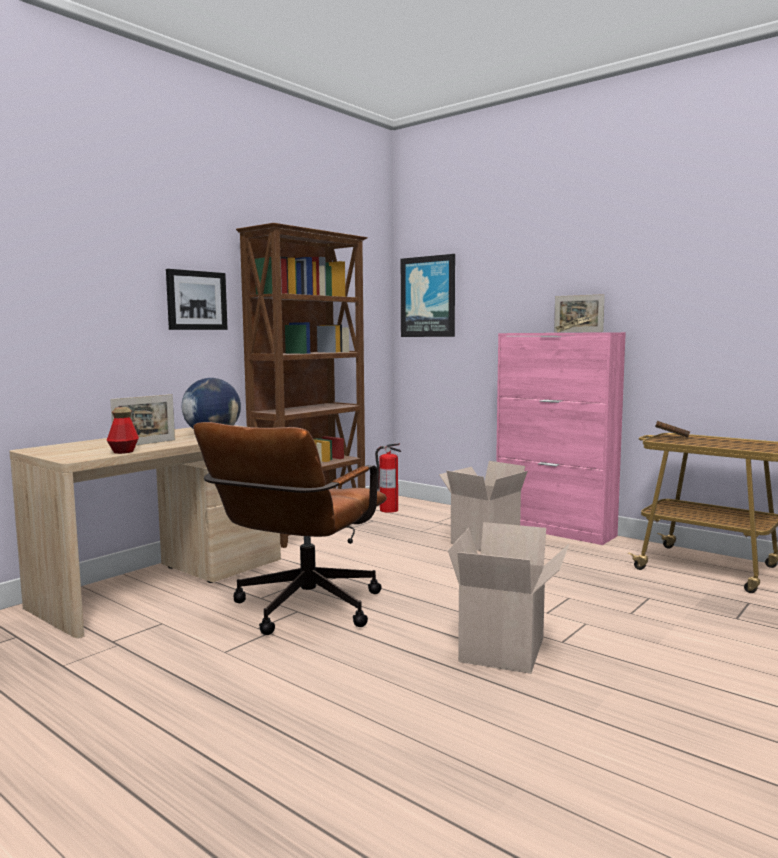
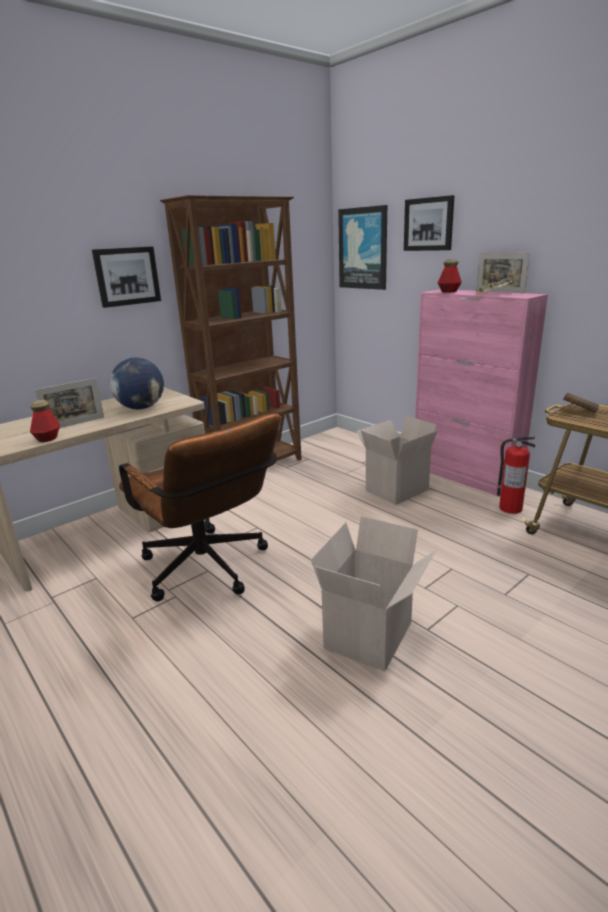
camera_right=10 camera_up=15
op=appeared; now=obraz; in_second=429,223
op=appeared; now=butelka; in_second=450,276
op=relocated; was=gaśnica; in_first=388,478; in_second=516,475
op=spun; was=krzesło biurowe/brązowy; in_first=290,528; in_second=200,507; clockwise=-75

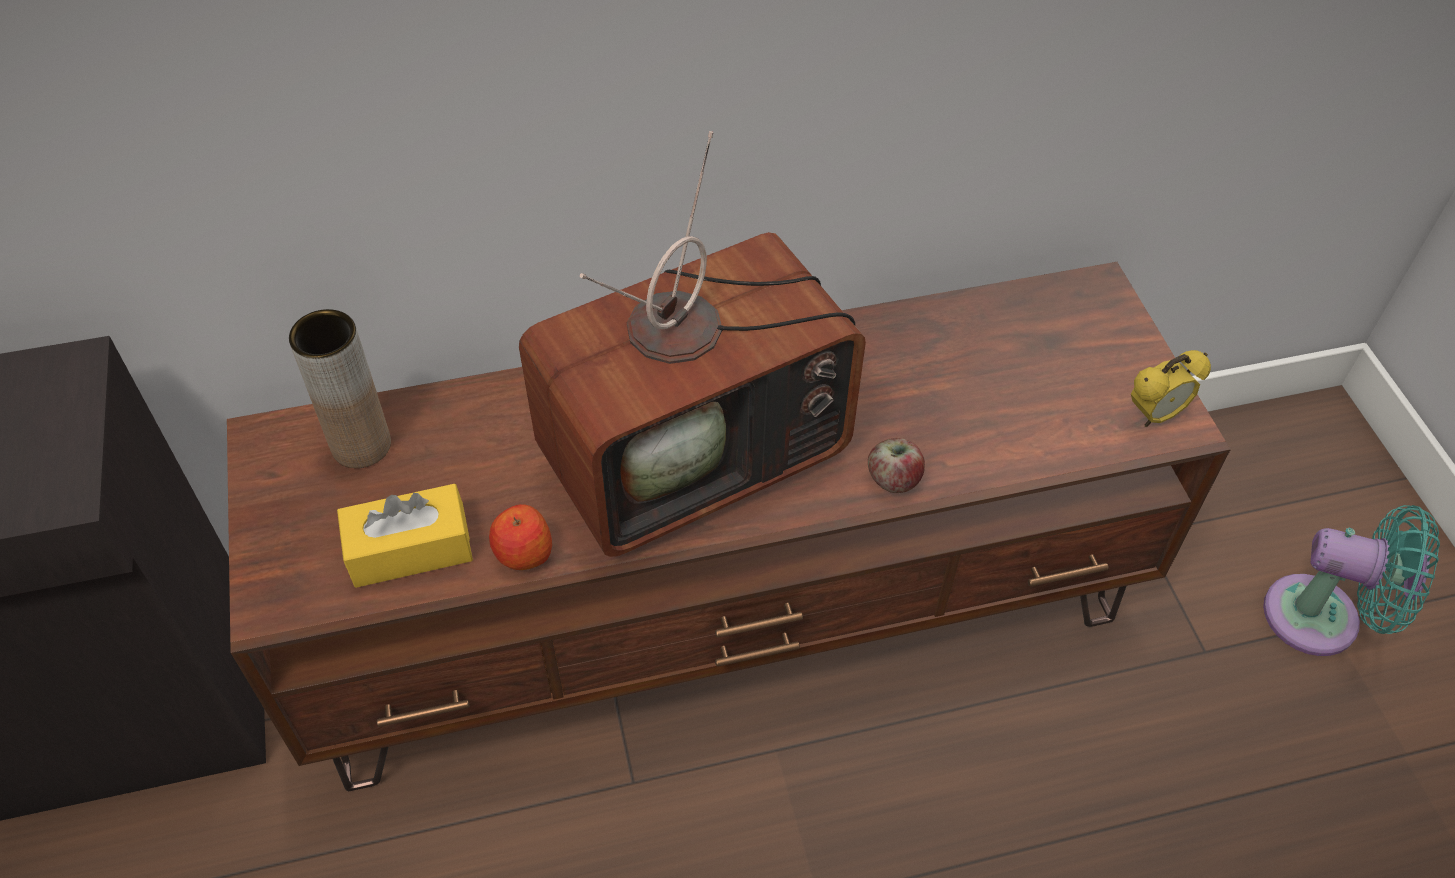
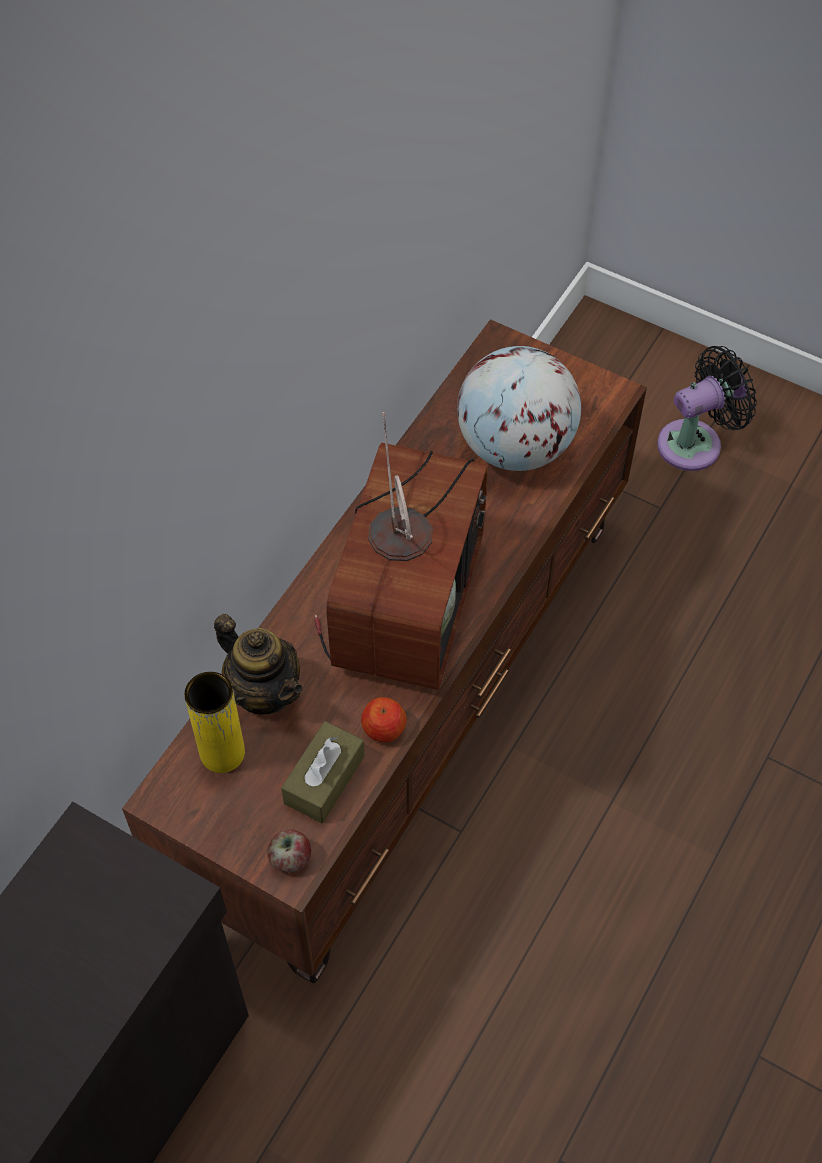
camera_right=-45 camera_up=5
op=missing; was=budzik; in_first=1171,388
op=appeared; now=imbryk; in_second=258,664
op=appeared; now=globus; in_second=519,408
op=relocated; was=jabłko; in_first=896,465; in_second=289,850
op=colour; was=wazon/brązowy; now=wazon/żółty; in_first=340,388; in_second=214,722
op=colour; was=pudełko chusteczek/żółty; now=pudełko chusteczek/brązowy; in_first=405,536; in_second=322,772
op=colour; was=wentylator/turkusowy; now=wentylator/czarny; in_first=1351,580; in_second=707,408

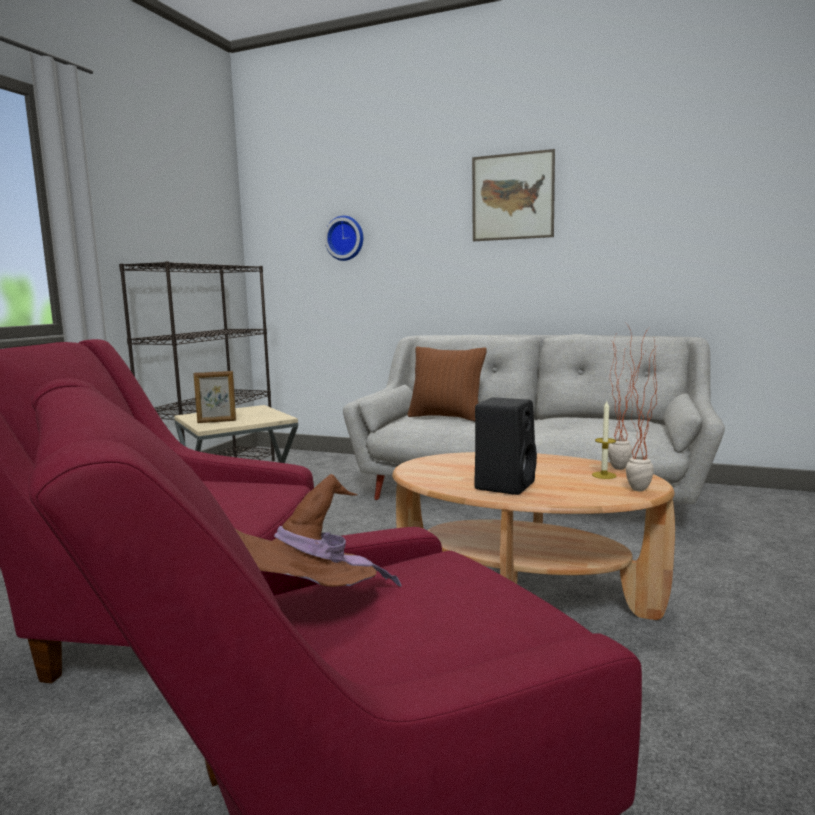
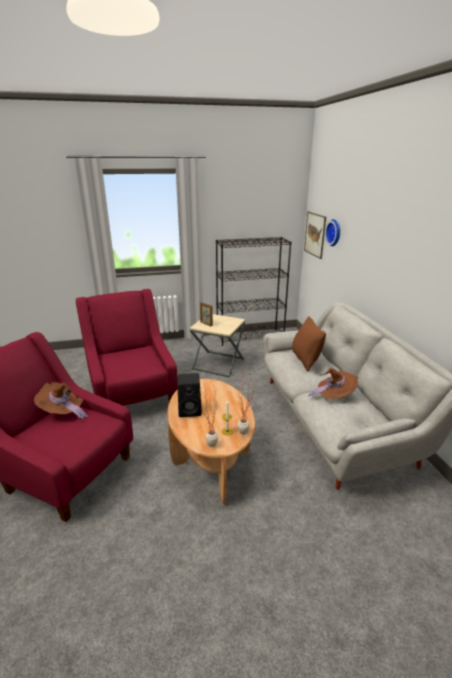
camera_right=55 camera_up=15
op=appeared; now=kapelusz/brązowy; in_second=333,384
op=relocated; was=obraz; in_first=513,195; in_second=315,235

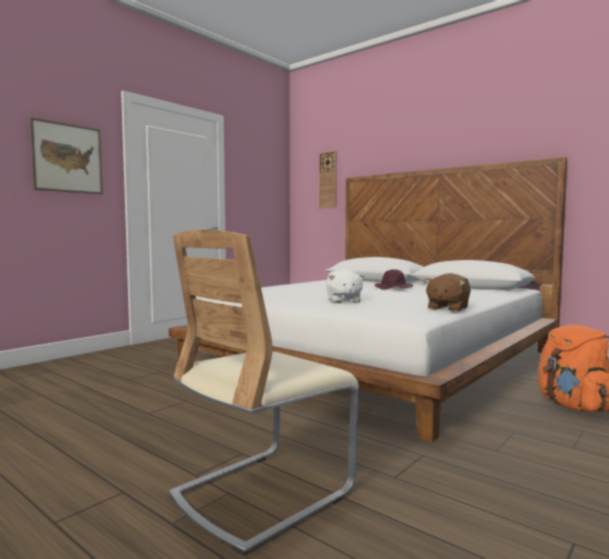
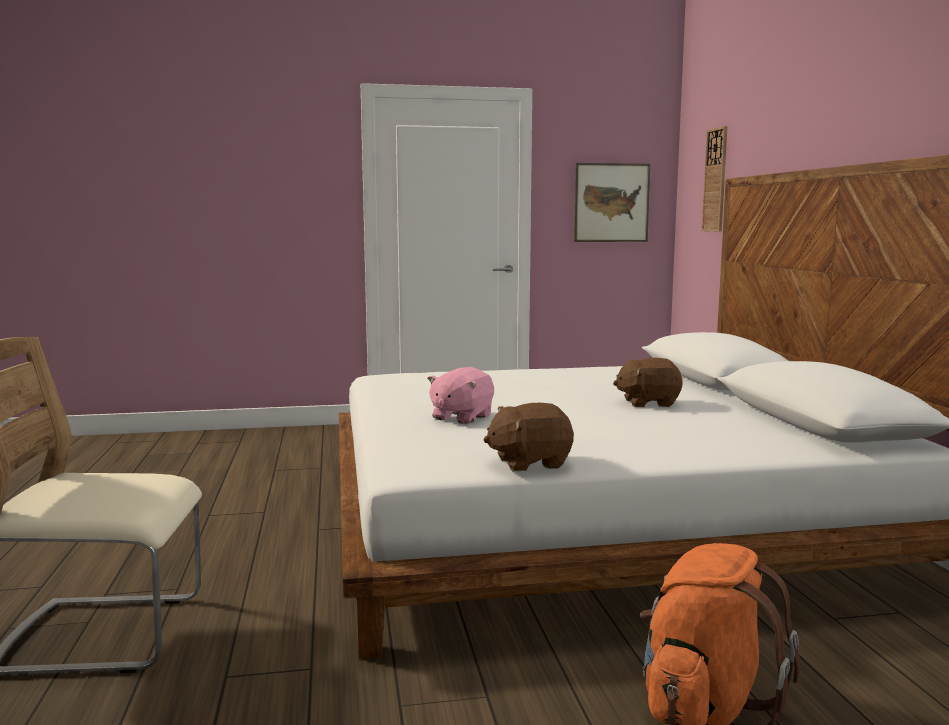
camera_right=40 camera_up=5
op=relocated; was=obraz; in_first=66,155; in_second=612,202
op=exchanged; was=kapelusz/fioletowy; now=pluszak/brązowy; in_first=393,280; in_second=648,382
op=colour; was=pluszak/biały; now=pluszak/różowy; in_first=345,286; in_second=460,395

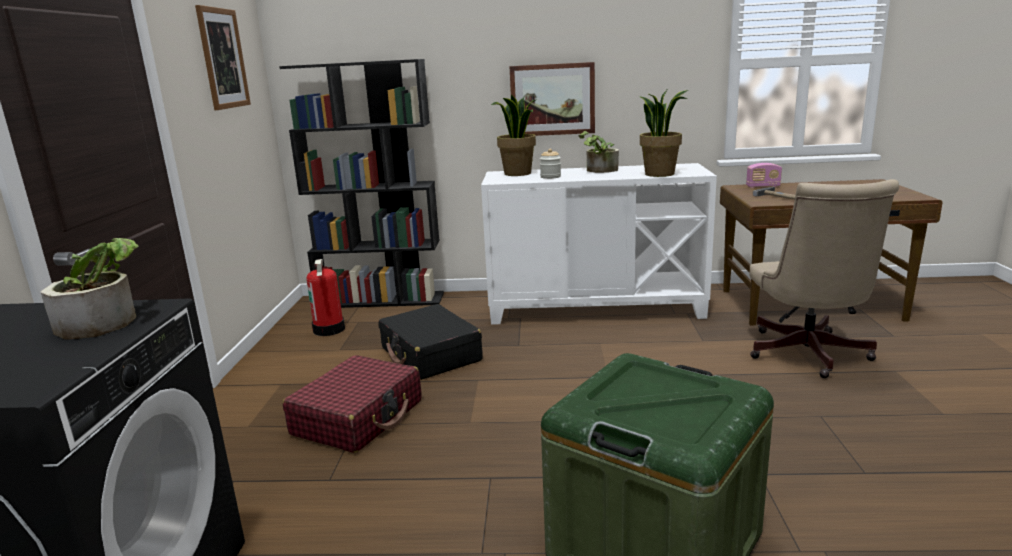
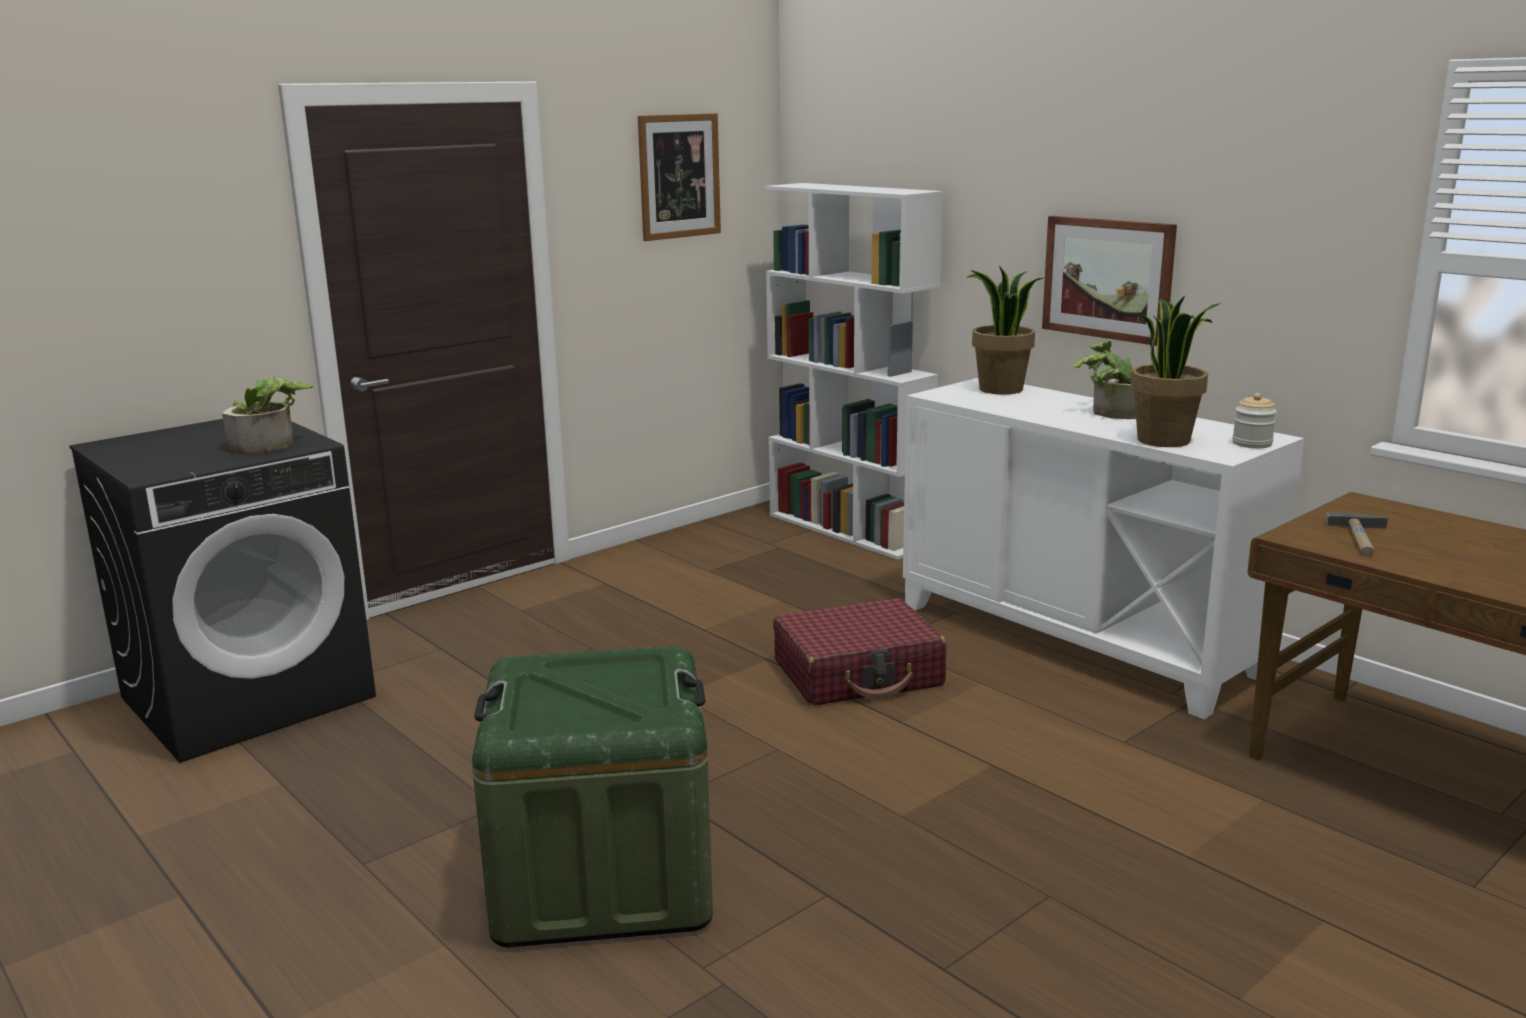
camera_right=45 camera_up=0
op=missing; was=gaśnica; in_first=325,297
op=missing; was=walizka/czarny; in_first=431,342
op=missing; was=radio; in_first=764,175
op=missing; was=krzesło biurowe/beżowy; in_first=824,278
op=relocated; was=walizka/czerwony; in_first=352,404; in_second=859,652
op=relocated; was=słoik; in_first=550,164; in_second=1254,420
op=colour; was=regał/czarny; now=regał/biały; in_first=361,183; in_second=854,371

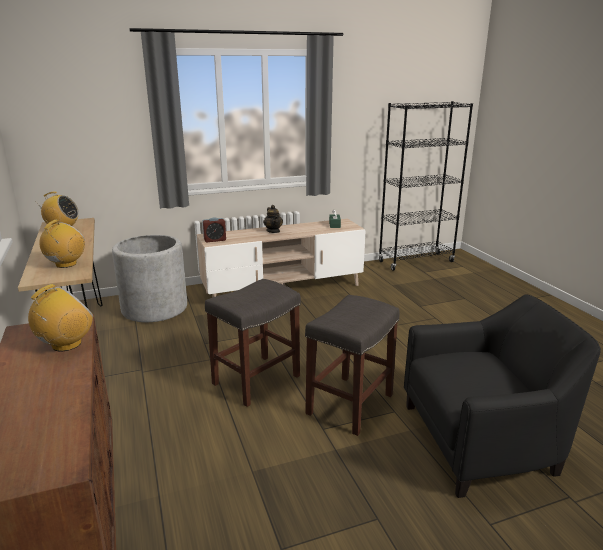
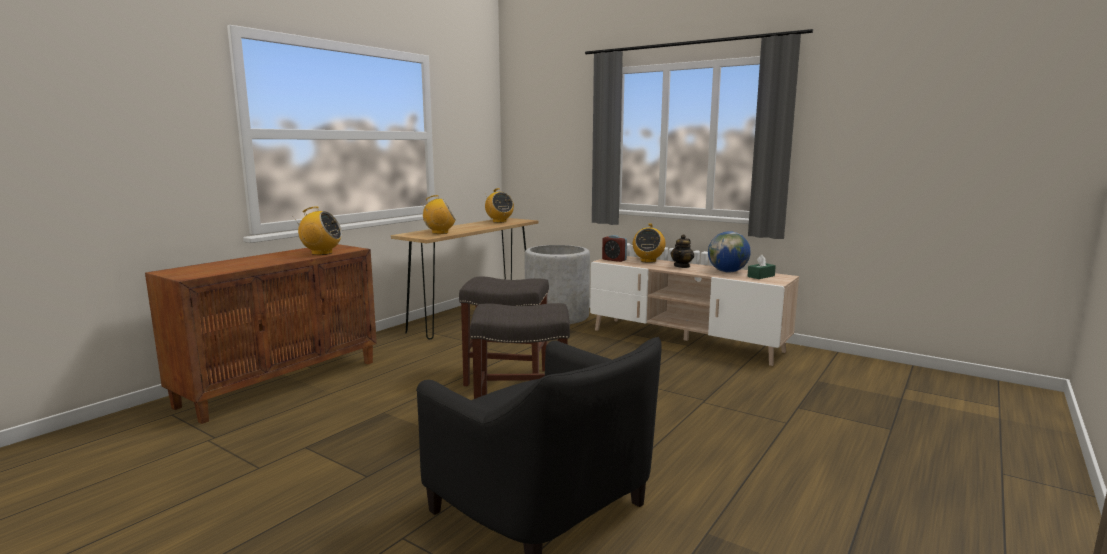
camera_right=55 camera_up=-10
op=missing; was=regał/czarny; in_first=425,186
op=appeared; now=radio; in_second=649,243
op=appeared; now=globus; in_second=729,252

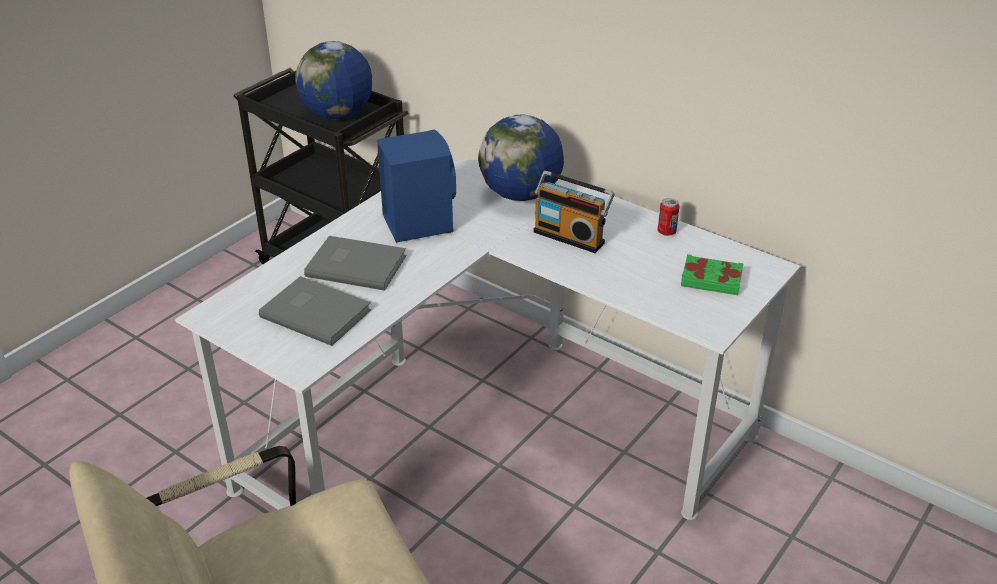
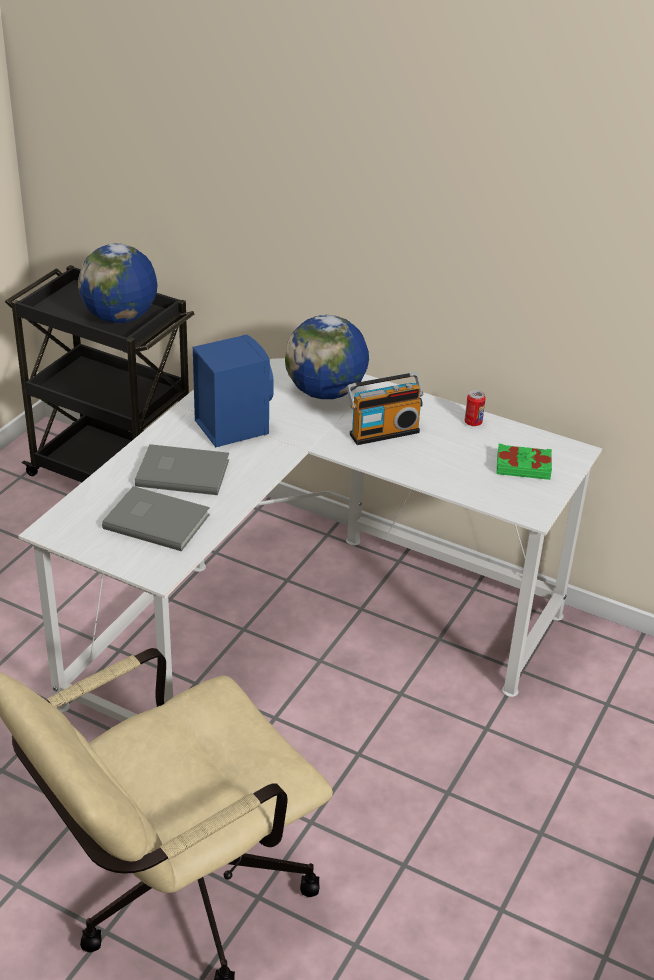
camera_right=-10 camera_up=0
op=spun; was=radio; in_first=573,212; in_second=384,408; clockwise=-45

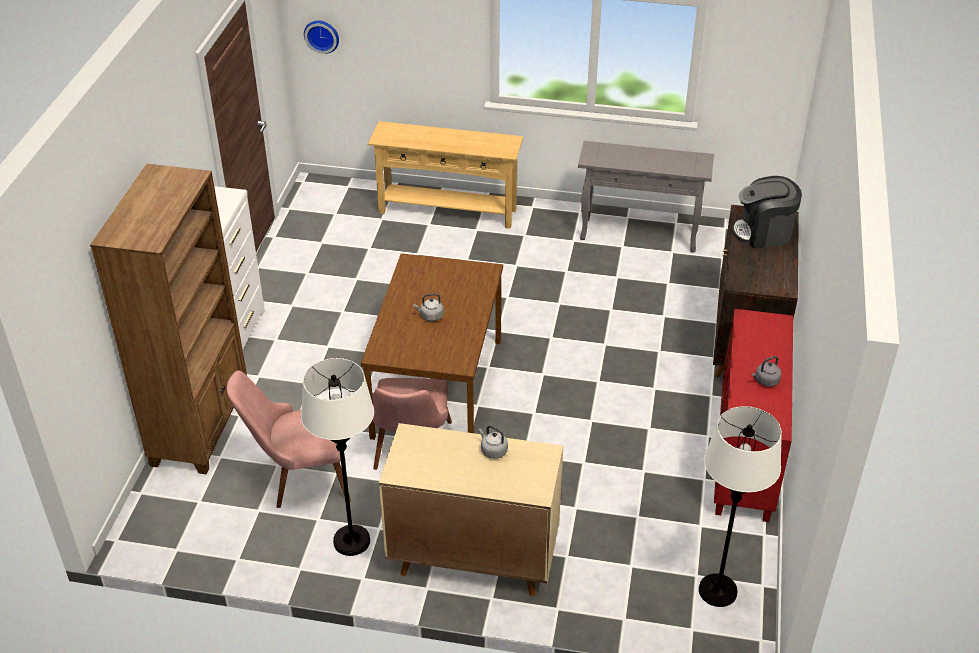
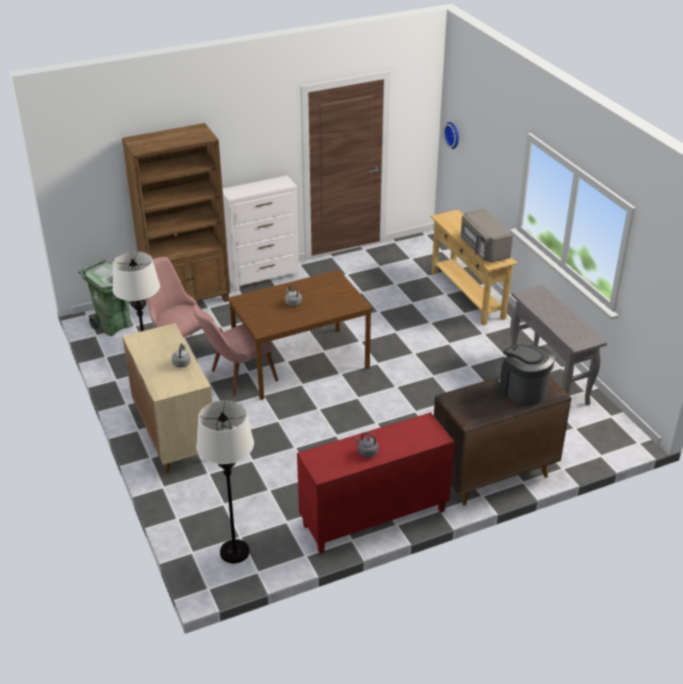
camera_right=55 camera_up=-5
op=appeared; now=kosz na śmieci/zielony; in_second=104,298
op=appeared; now=mikrofalówka/szary; in_second=486,236

